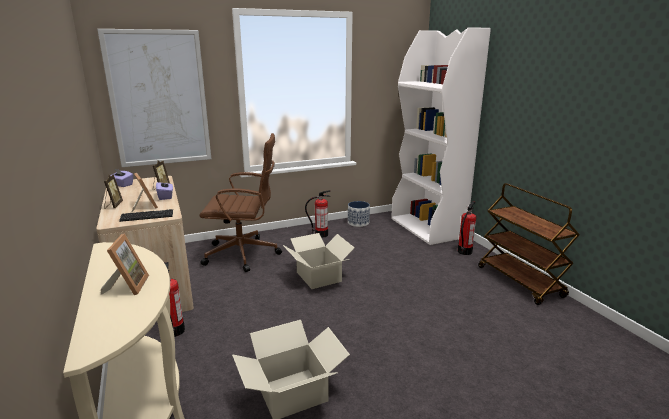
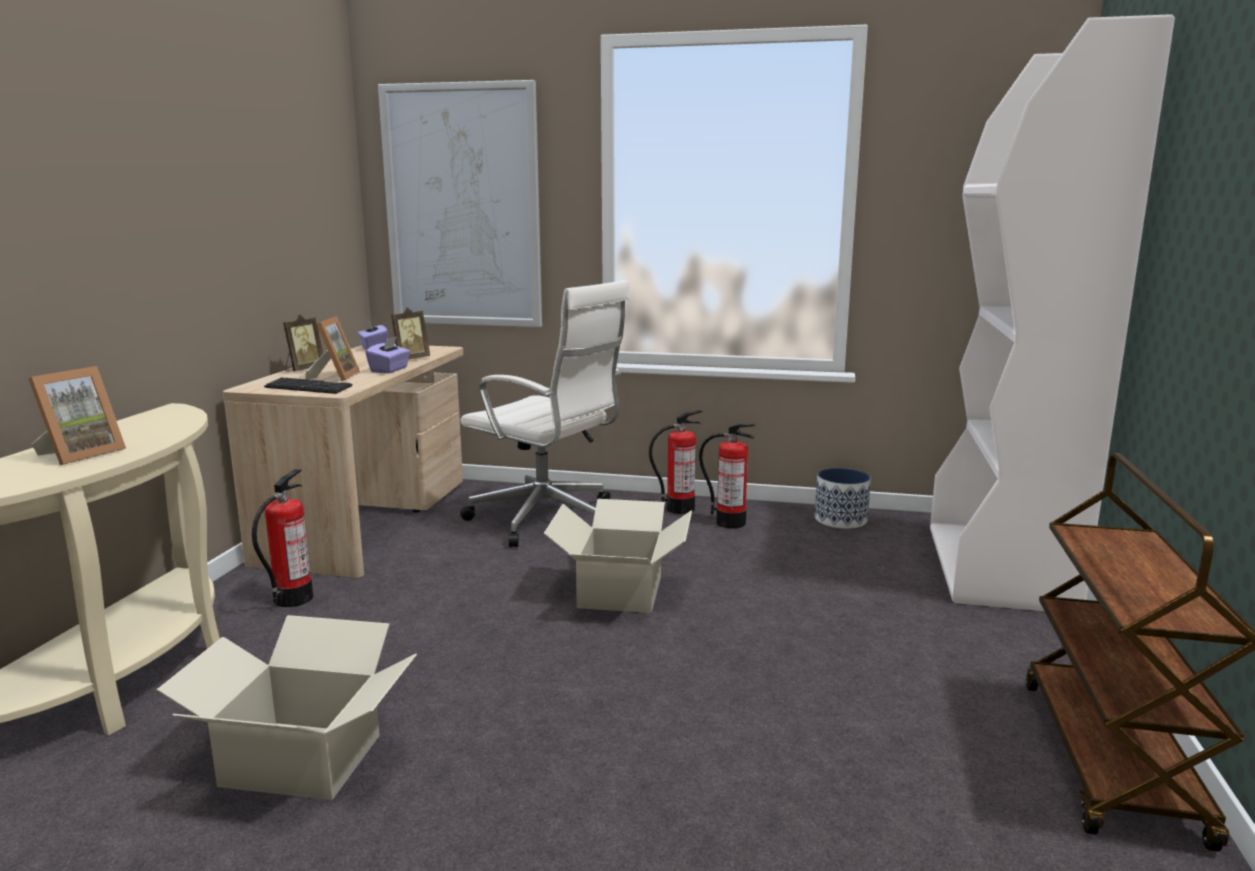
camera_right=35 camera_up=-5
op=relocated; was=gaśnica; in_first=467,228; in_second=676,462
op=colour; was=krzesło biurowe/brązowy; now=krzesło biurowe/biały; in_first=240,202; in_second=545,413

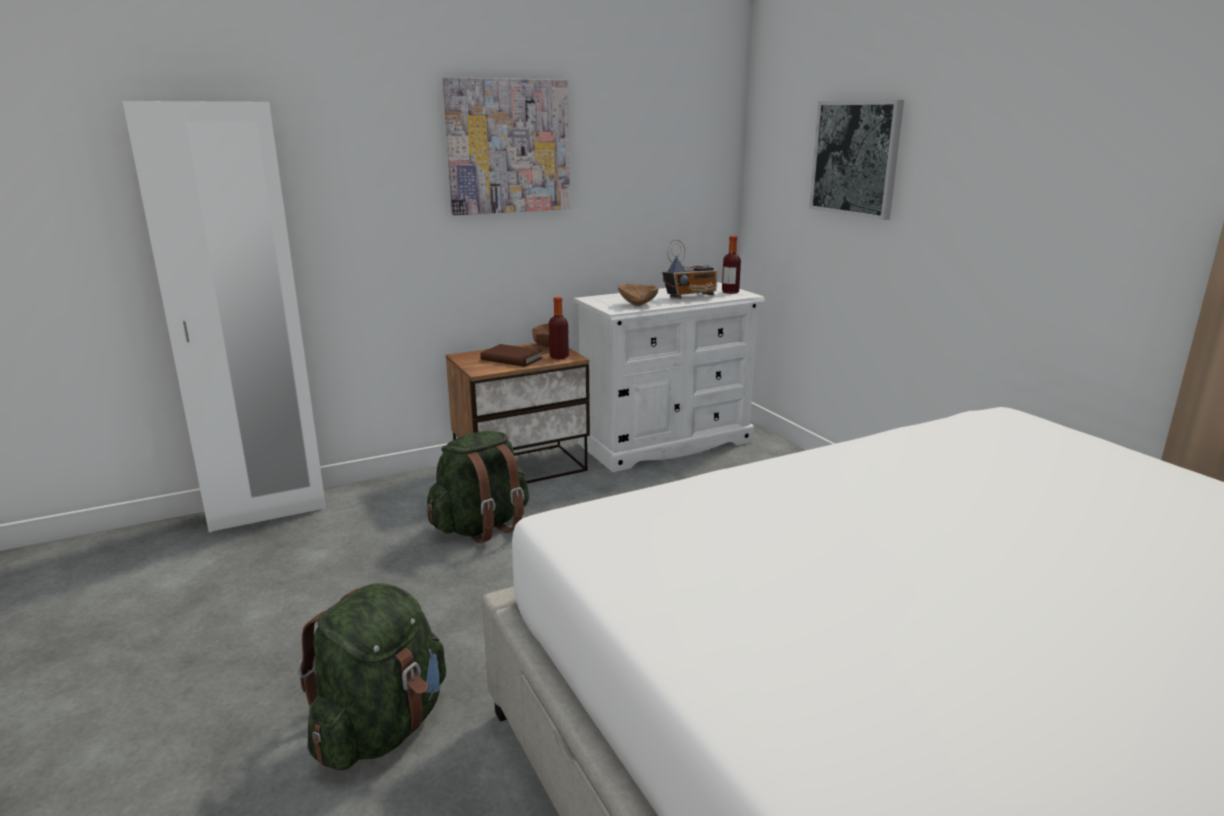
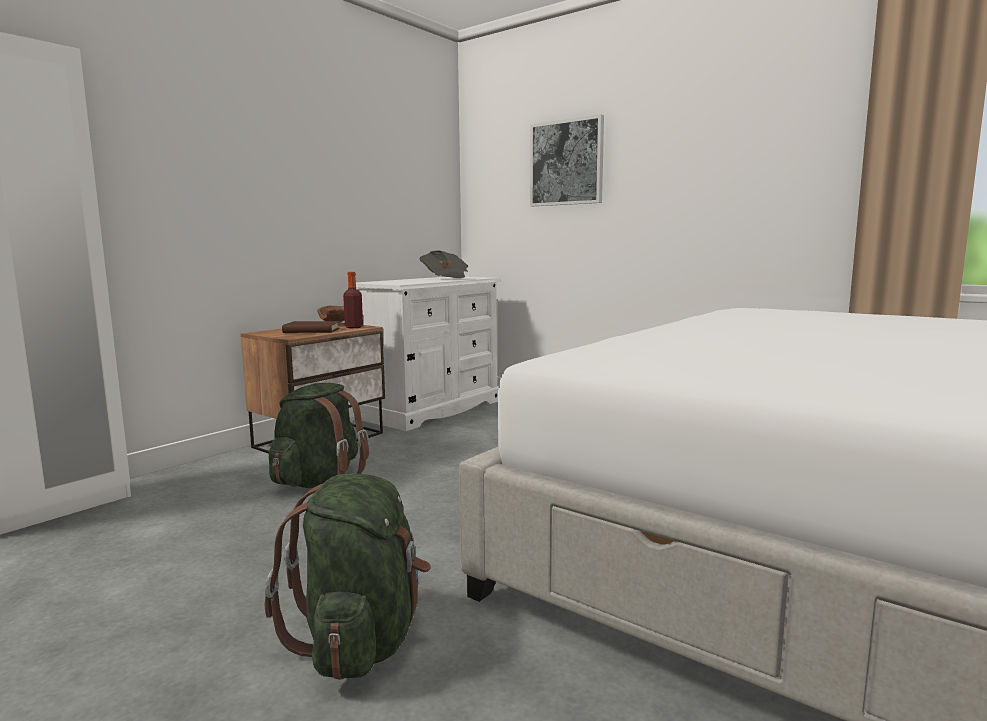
camera_right=-25 camera_up=-10
op=missing; was=obraz; in_first=506,146
op=missing; was=miska/brązowy; in_first=638,294
op=missing; was=butelka; in_first=731,265
op=exchanged; was=radio; now=gazeta; in_first=689,269; in_second=444,264

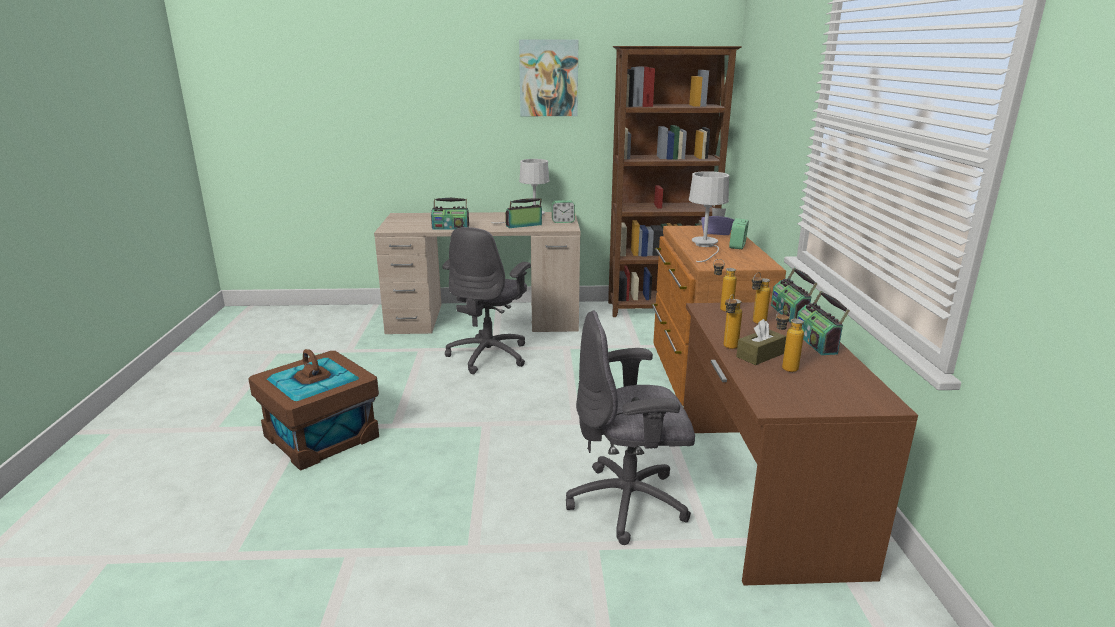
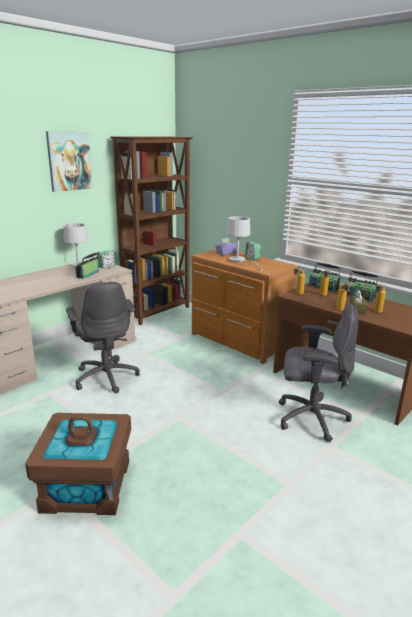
camera_right=-45 camera_up=0
op=missing; was=radio; in_first=450,213
op=spun; was=krzesło biurowe/szary; in_first=630,427; in_second=318,372; clockwise=-120

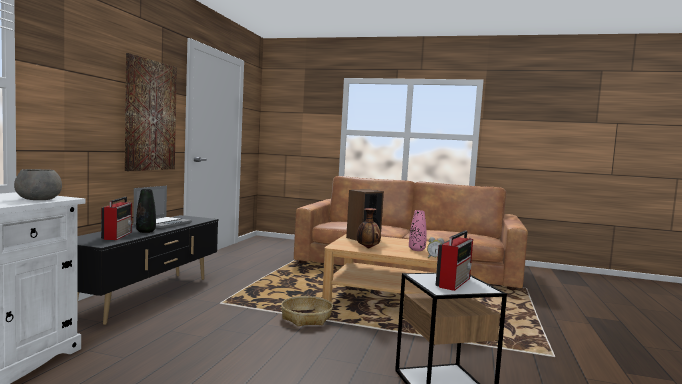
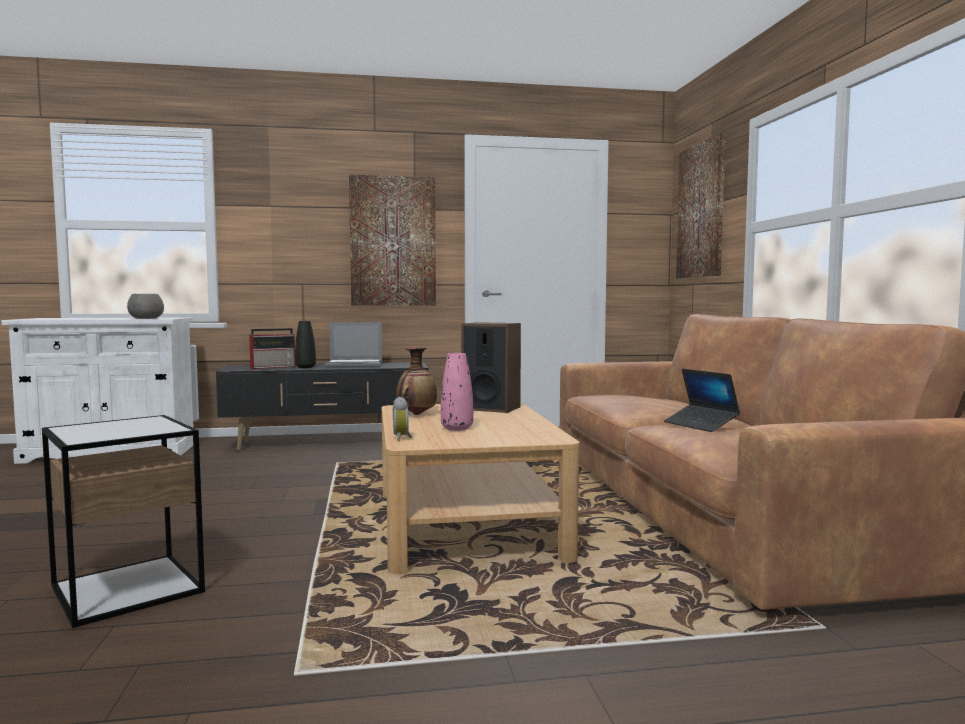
camera_right=65 camera_up=0
op=missing; was=koszyk; in_first=307,311
op=missing; was=radio; in_first=454,260
op=appeared; now=laptop; in_second=702,400
op=appeared; now=obraz; in_second=700,205

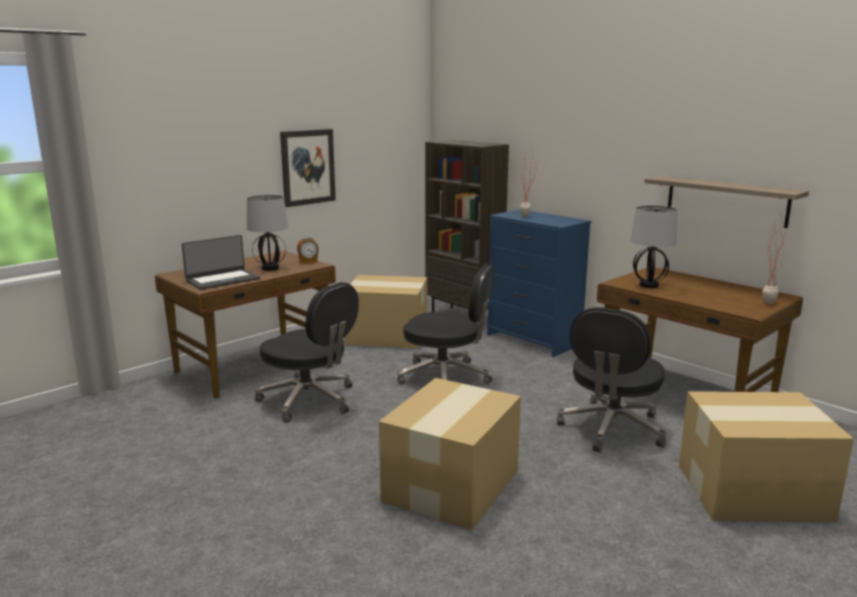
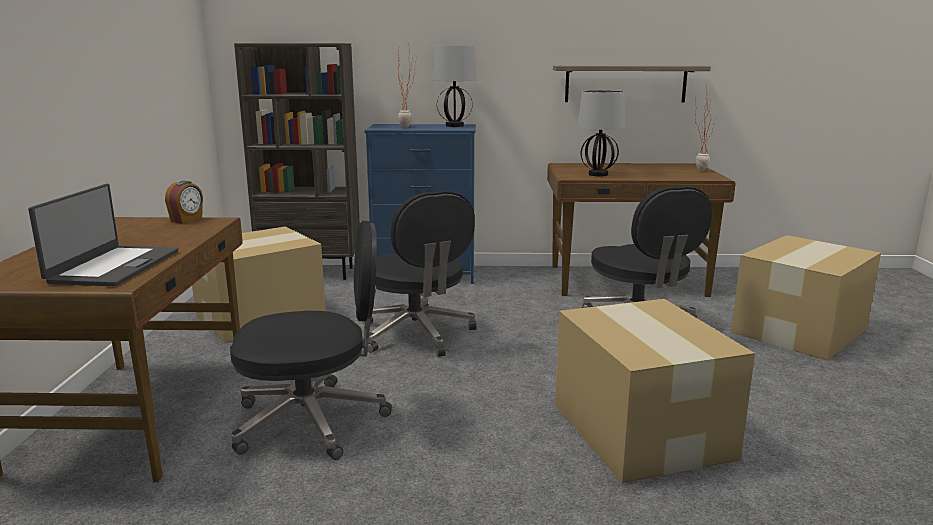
camera_right=-45 camera_up=0
op=missing; was=obraz; in_first=308,168
op=relocated; was=lampa stołowa; in_first=267,233; in_second=455,86
op=spun; was=krzesło biurowe/czarny; in_first=445,324; in_second=419,274; clockwise=90

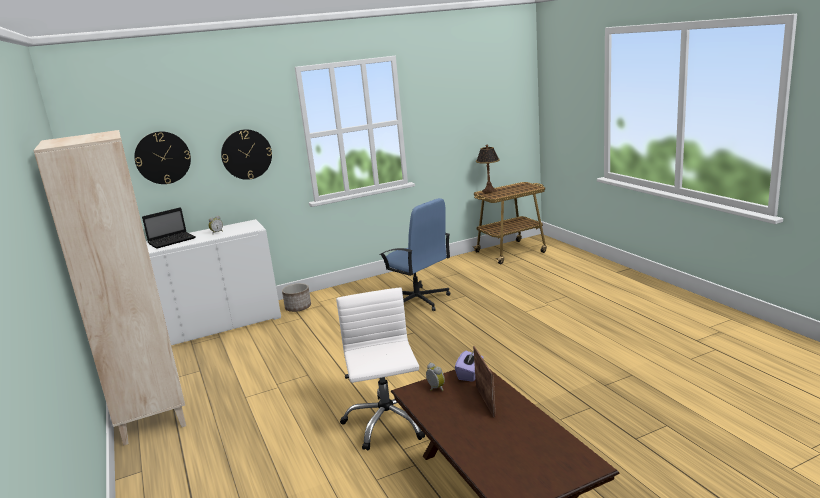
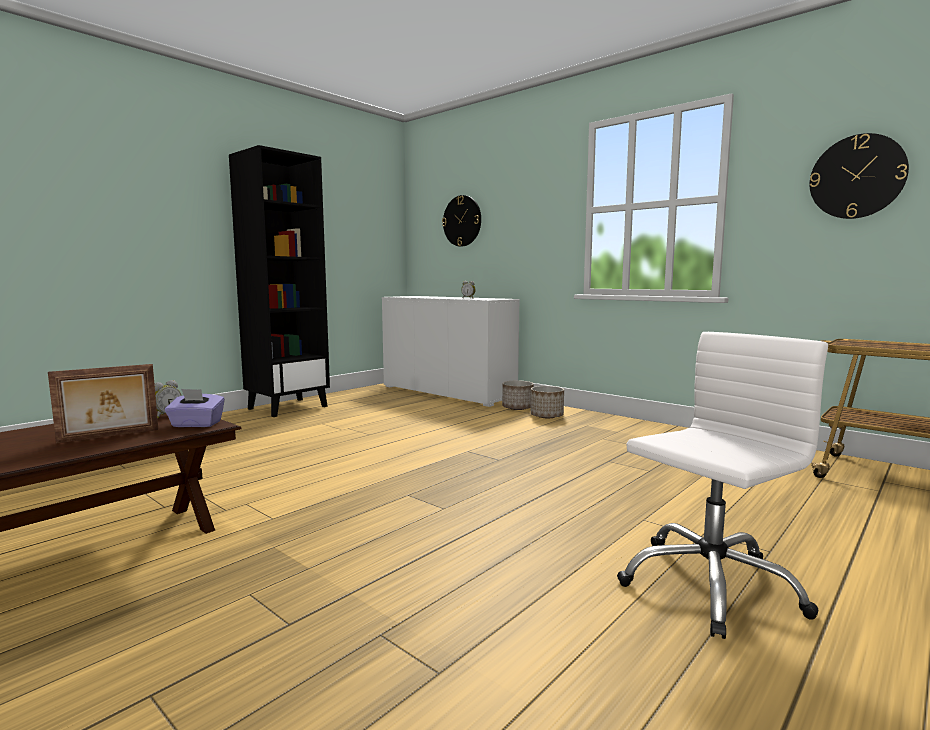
camera_right=65 camera_up=-10
op=missing; was=laptop; in_first=169,228
op=missing; was=krzesło biurowe/niebieski; in_first=414,254
op=missing; was=lampa stołowa; in_first=488,169
op=appeared; now=donica; in_second=547,402
op=relocated; was=zegar ścienny; in_first=246,154; in_second=859,176
op=relocated; was=krzesło biurowe/biały; in_first=380,369; in_second=722,485
op=colour; was=regał/beżowy; now=regał/czarny; in_first=109,288; in_second=279,281

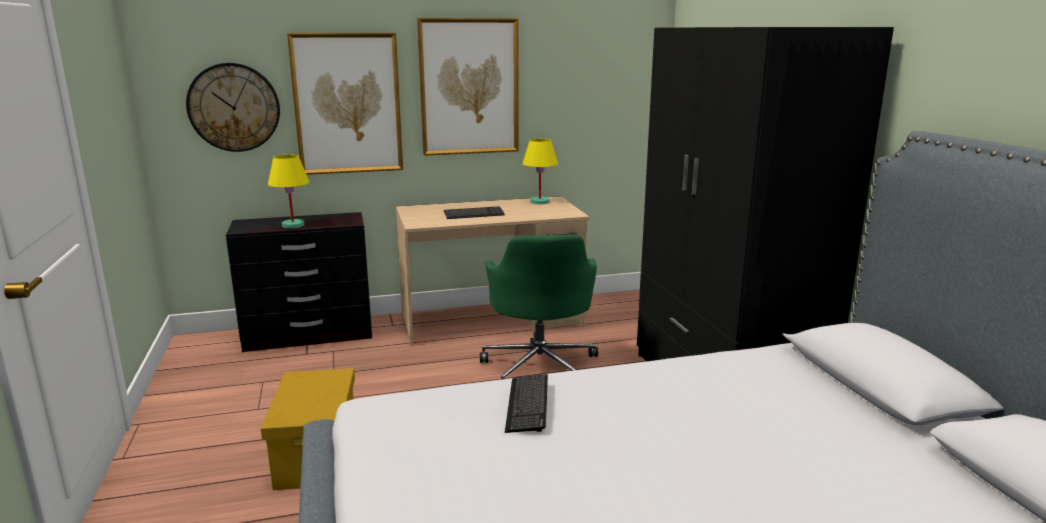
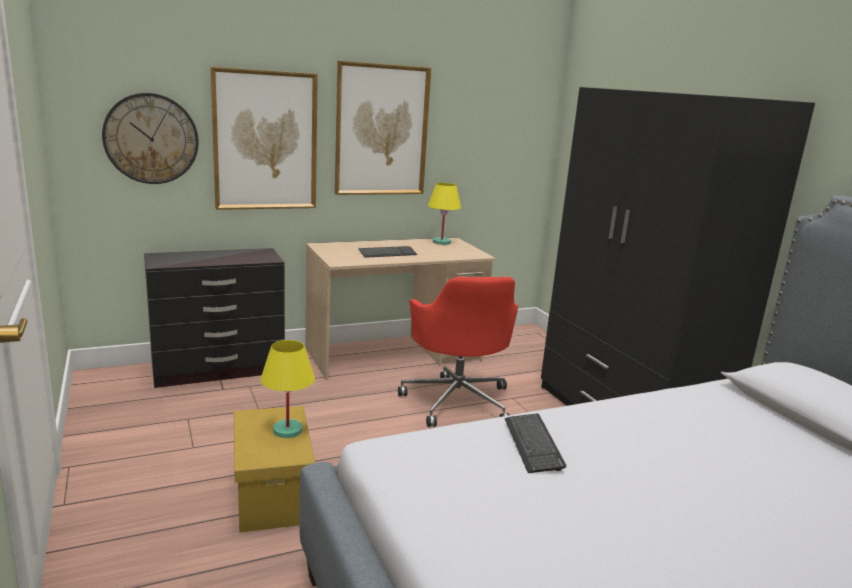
camera_right=-10 camera_up=0
op=relocated; was=lampa stołowa/żółty; in_first=289,191; in_second=287,389
op=colour; was=krzesło biurowe/zielony; now=krzesło biurowe/czerwony; in_first=539,307; in_second=458,352

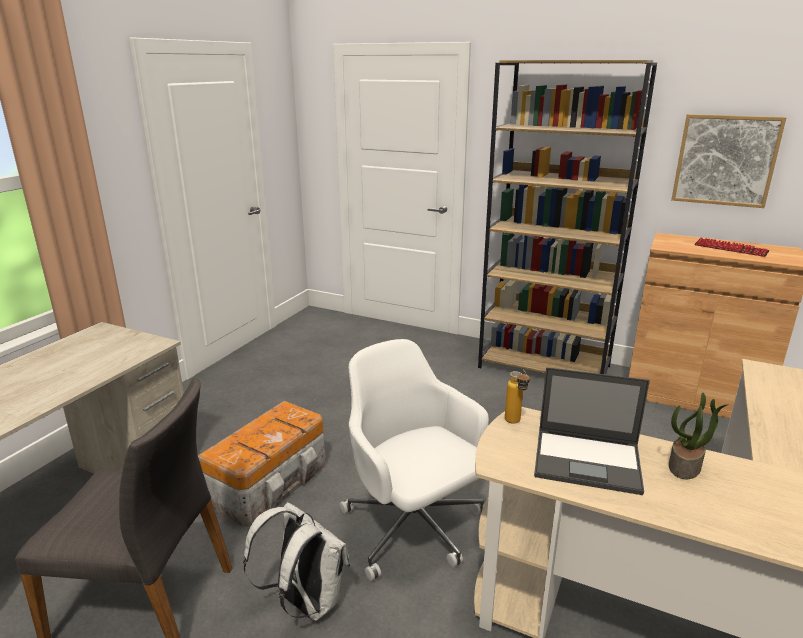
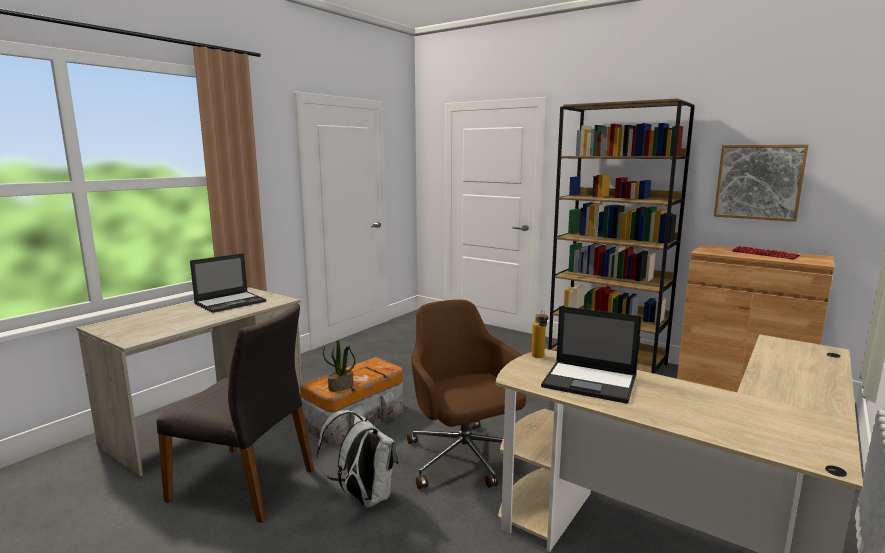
camera_right=10 camera_up=-10
op=appeared; now=laptop; in_second=228,283
op=relocated; was=roślina doniczkowa; in_first=699,436; in_second=339,366
op=colour; was=krzesło biurowe/biały; now=krzesło biurowe/brązowy; in_first=414,460; in_second=466,394

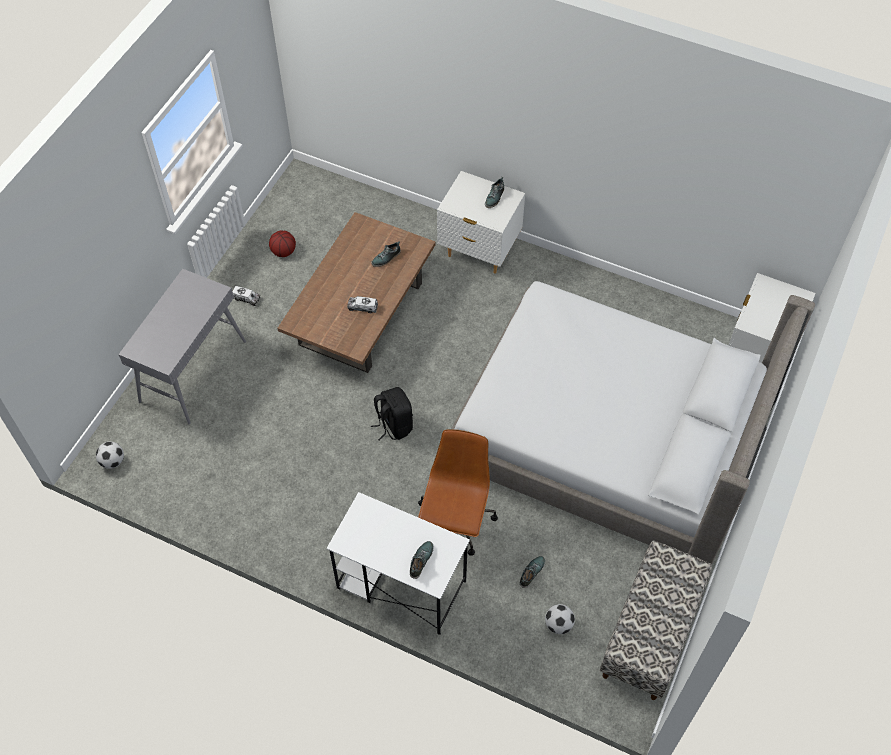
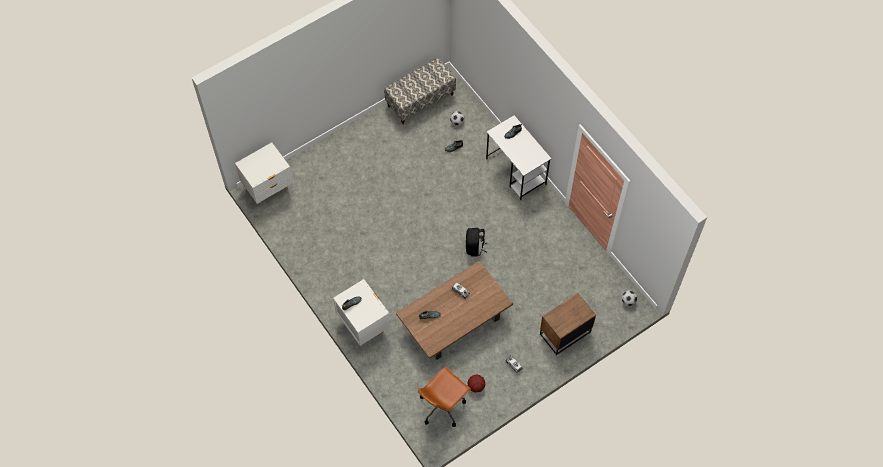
camera_right=-150 camera_up=5
op=missing; was=łóżko; in_first=633,423
op=relocated; was=krzesło biurowe/brązowy; in_first=458,492; in_second=444,397
op=exchanged; was=stolik konsolowy/szary; now=szafka nocna/brązowy; in_first=182,346; in_second=568,324

